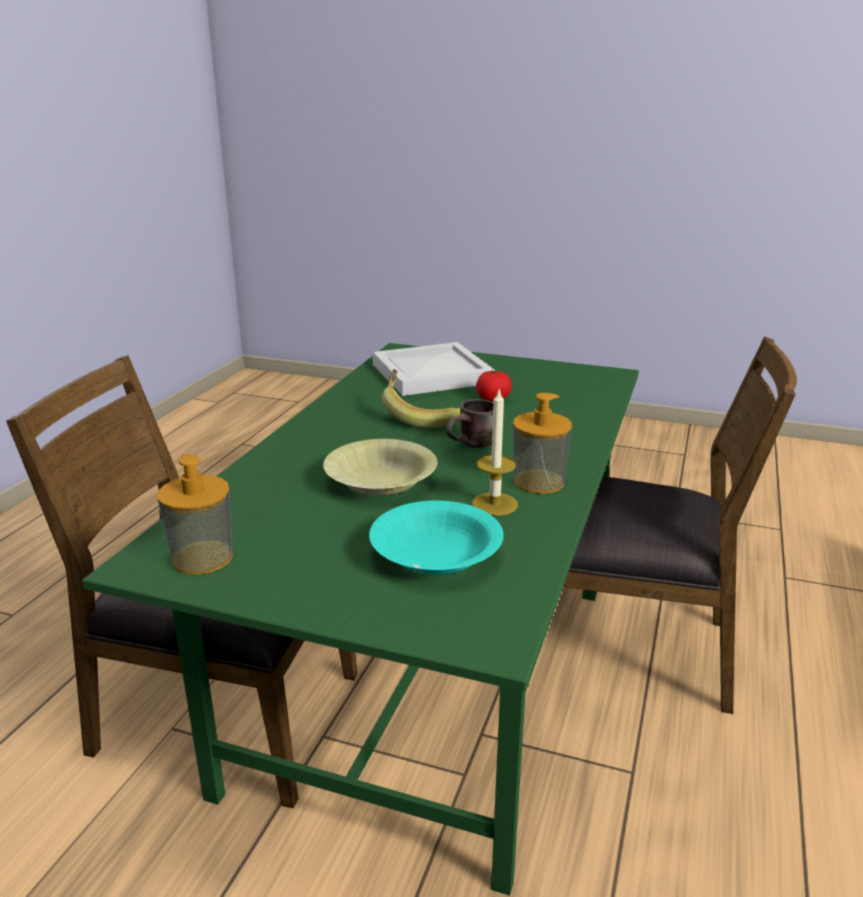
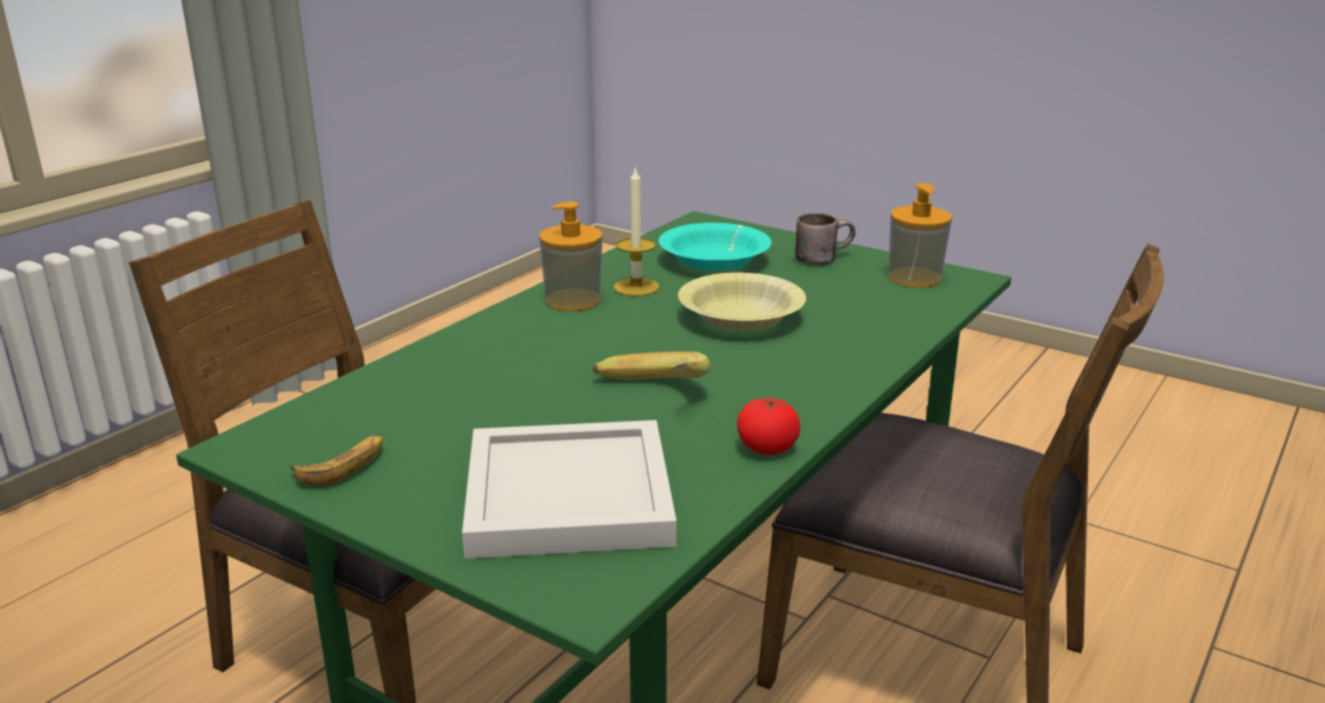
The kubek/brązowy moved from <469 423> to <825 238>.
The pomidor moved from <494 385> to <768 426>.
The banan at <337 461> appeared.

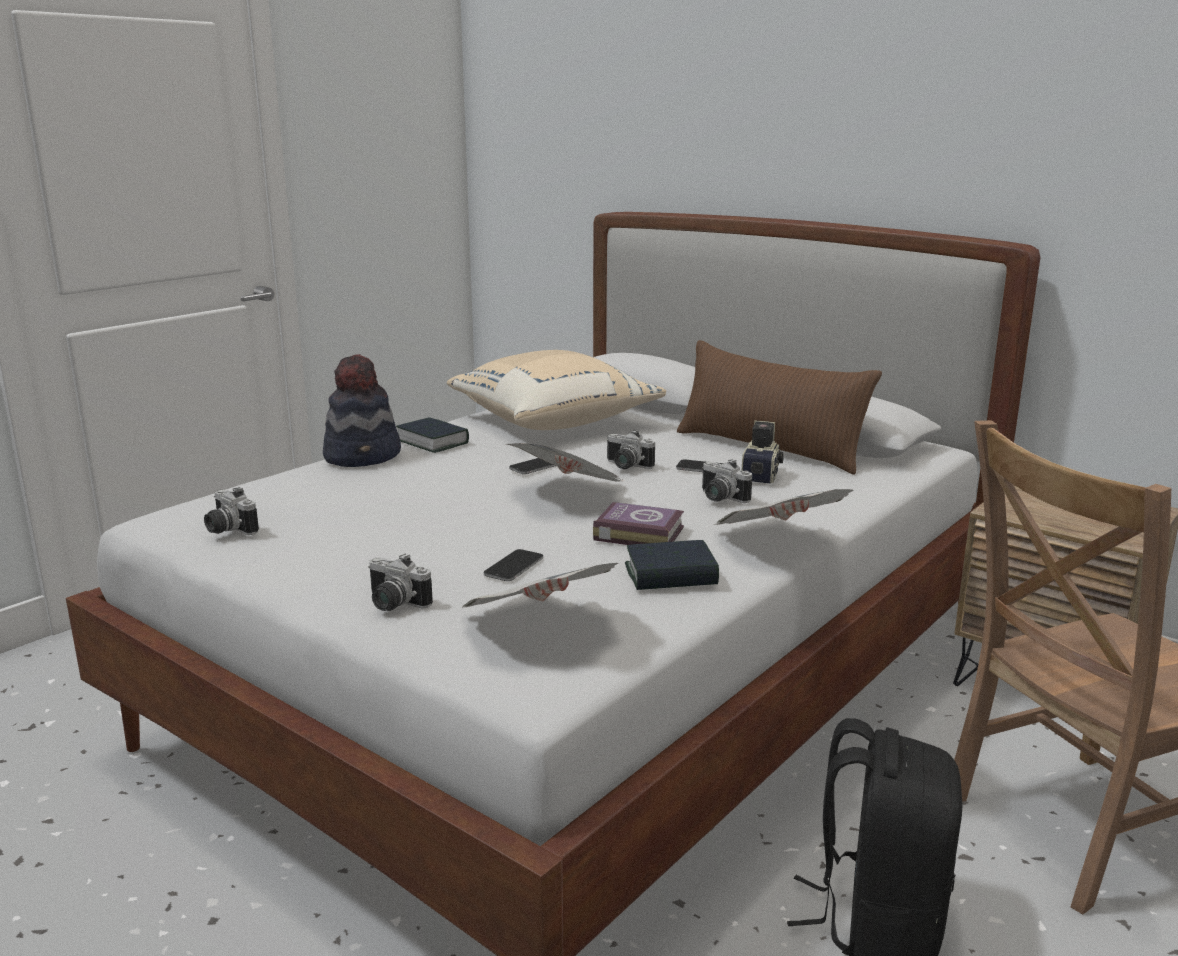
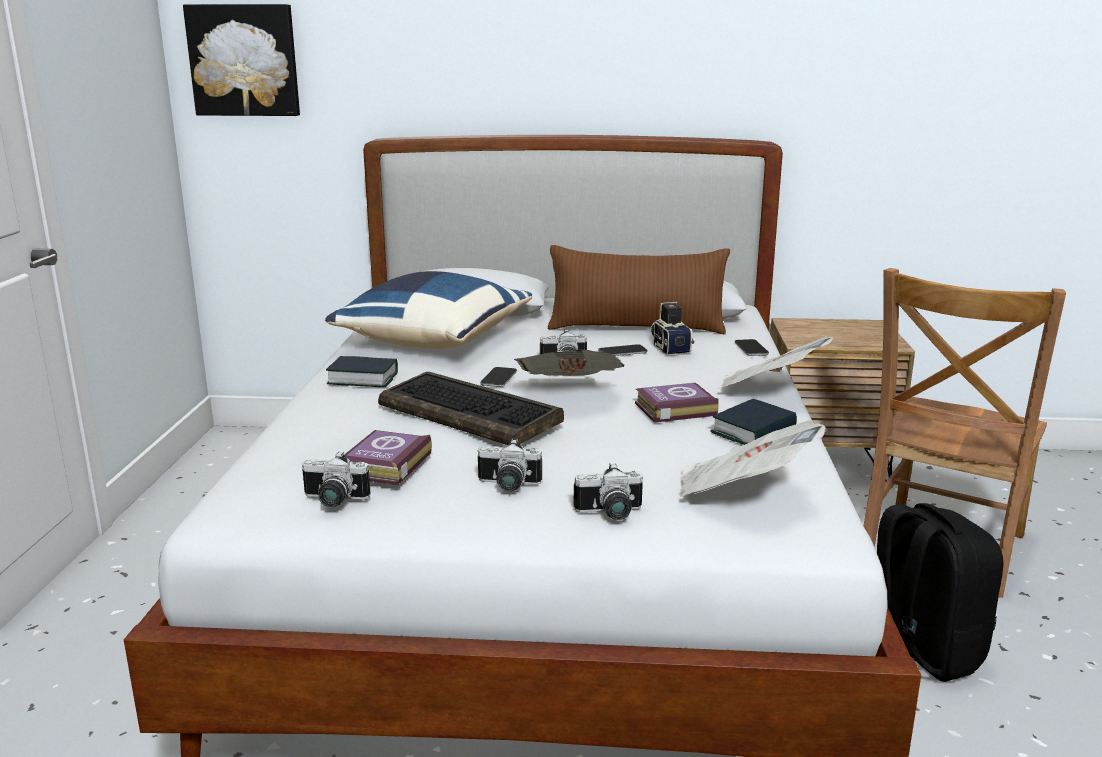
The kapelusz at <362 410> disappeared.
The poduszka/beżowy at <556 390> became the poduszka/niebieski at <428 310>.
The telefon moved from <513 565> to <752 347>.
The aparat fotograficzny moved from <727 481> to <510 465>.
The obraz at <241 60> appeared.
The książka at <388 457> appeared.
The klawiatura at <471 408> appeared.

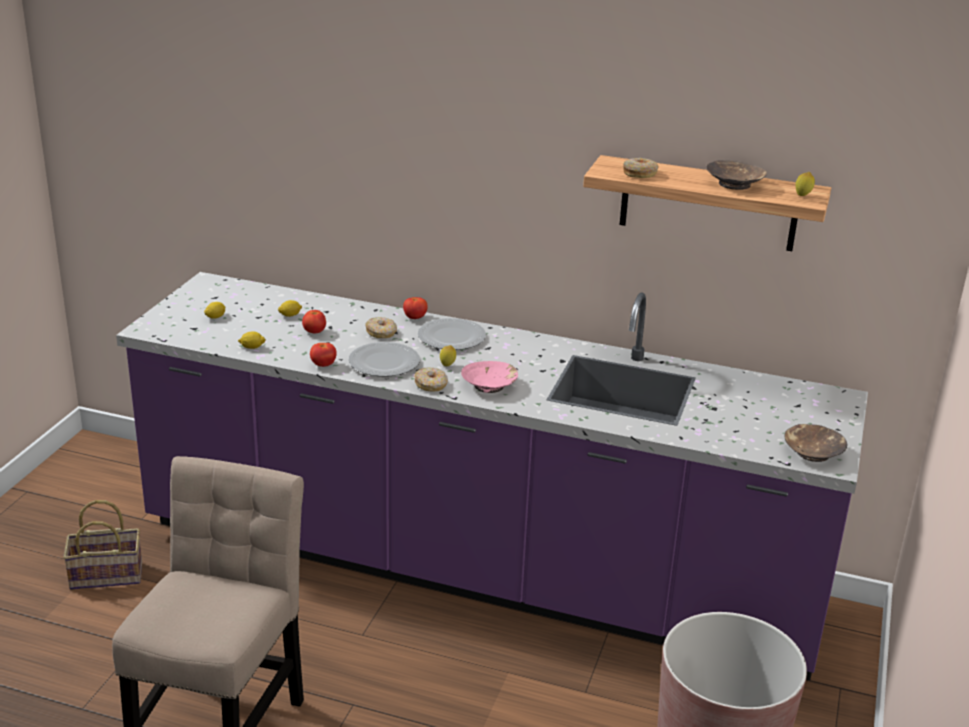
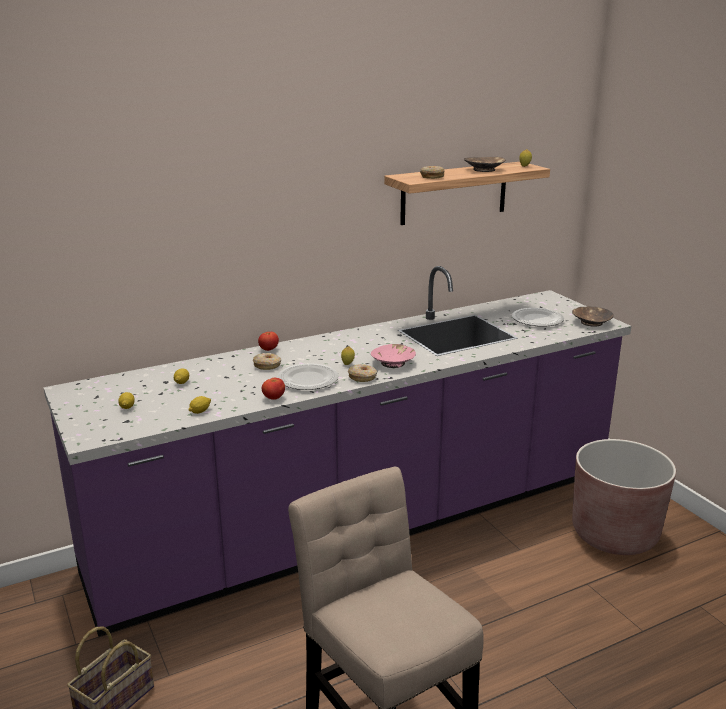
The pomidor at <314 321> disappeared.
The talerz moved from <452 334> to <538 317>.

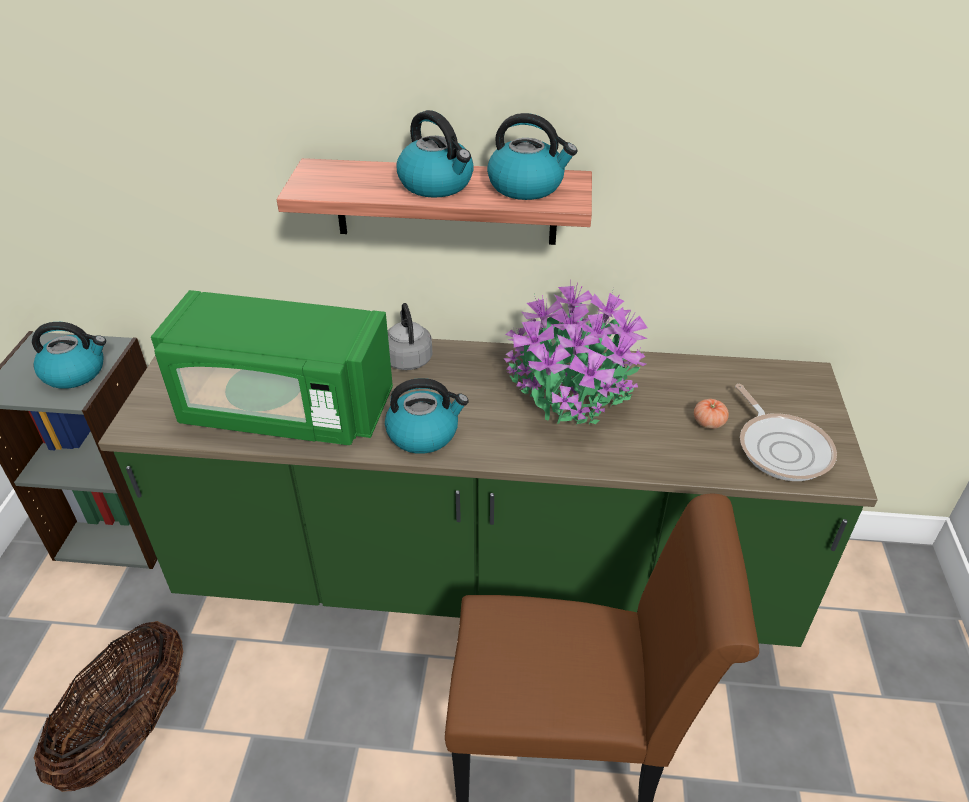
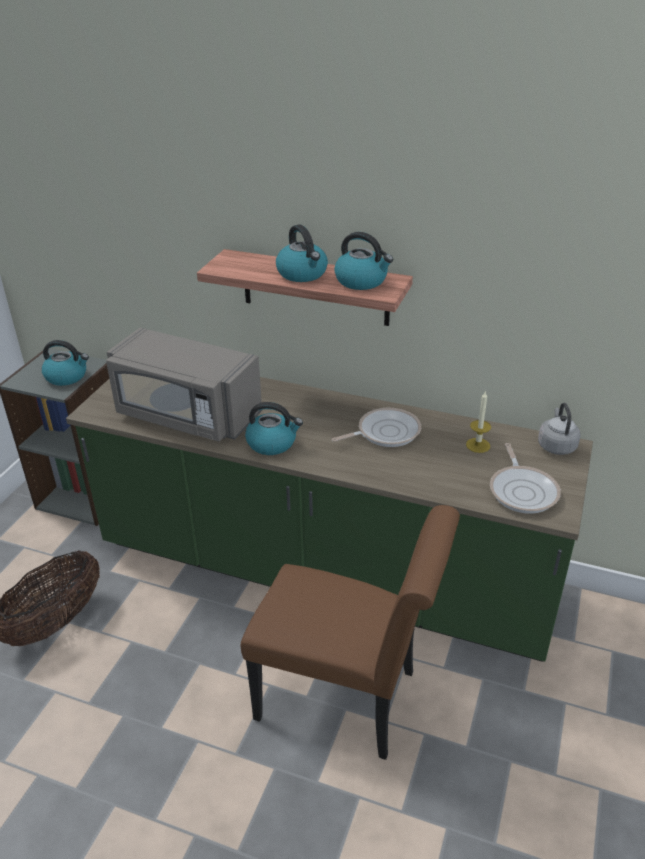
The mikrofalówka/zielony at <272 367> became the mikrofalówka/szary at <184 384>.
The czajnik/szary moved from <410 336> to <559 429>.
The roślina doniczkowa at <575 352> was replaced by the patelnia at <376 427>.
The pomidor at <711 414> disappeared.
The świeca at <478 422> appeared.

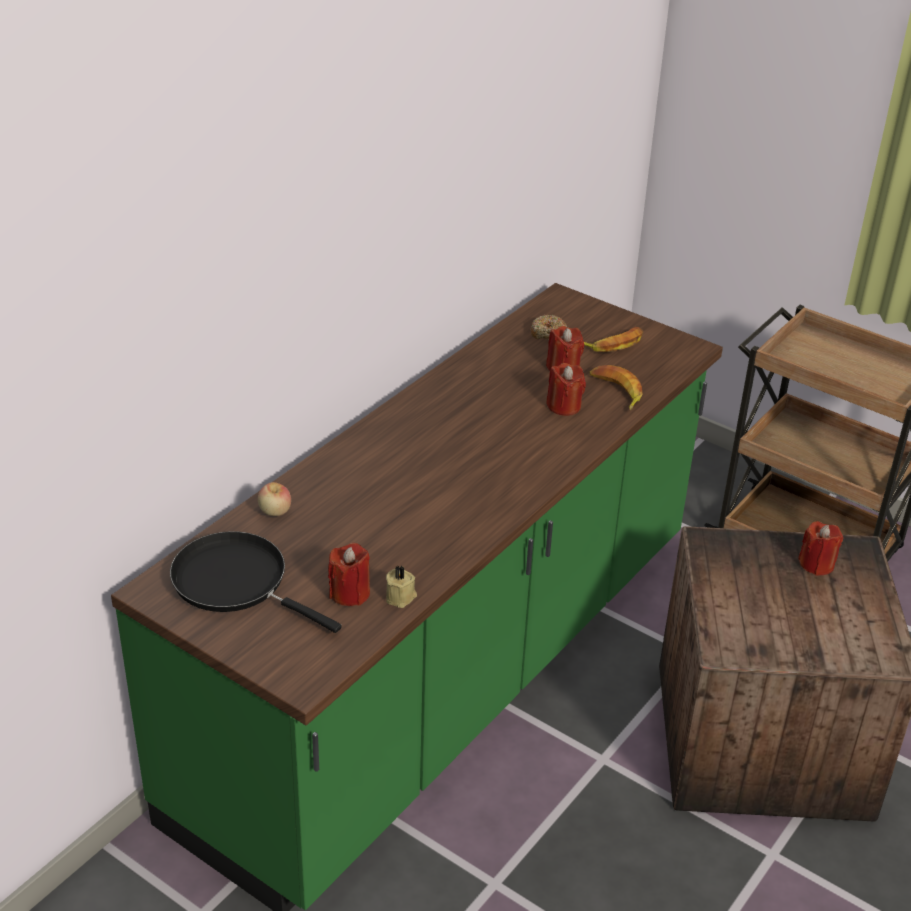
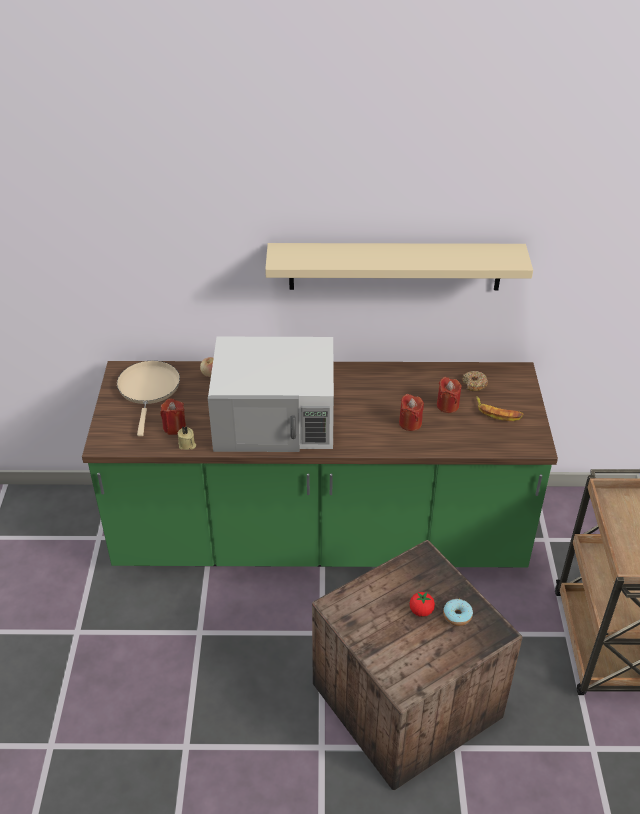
The patelnia/czarny at <256 582> became the patelnia/beżowy at <148 398>.
The banan at <615 387> disappeared.
The świeca/czerwony at <820 548> was replaced by the donut at <458 612>.
The mikrofalówka/biały at <271 394> appeared.
The półka/beżowy at <399 266> appeared.
The pomidor at <422 604> appeared.

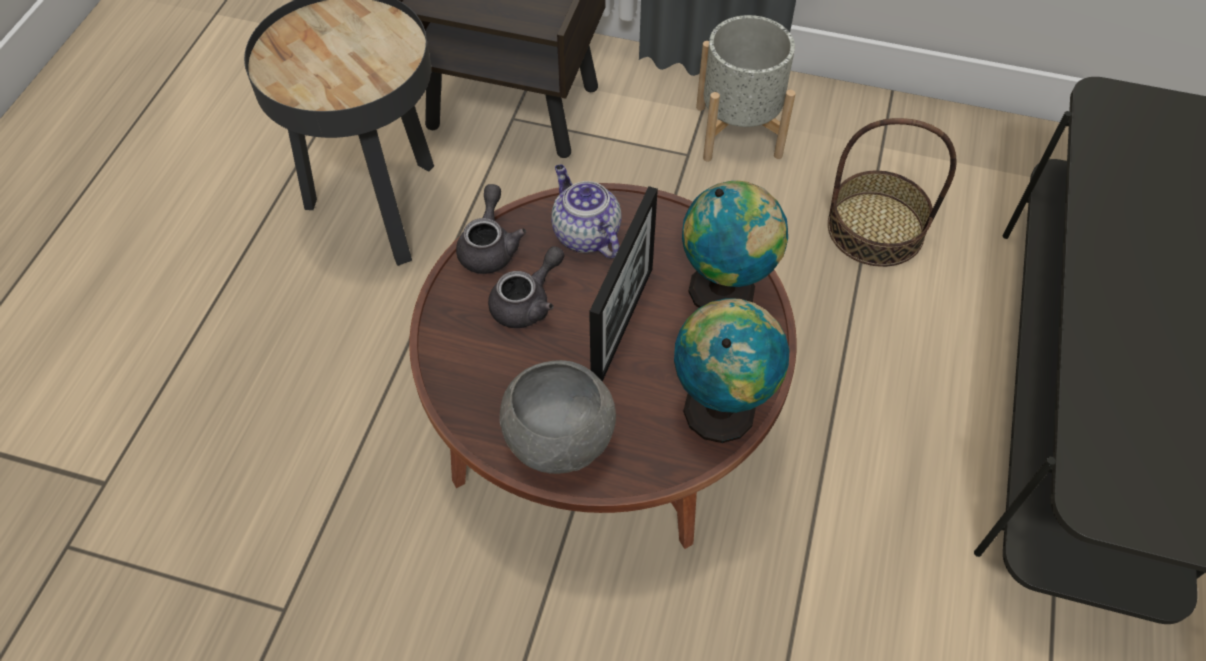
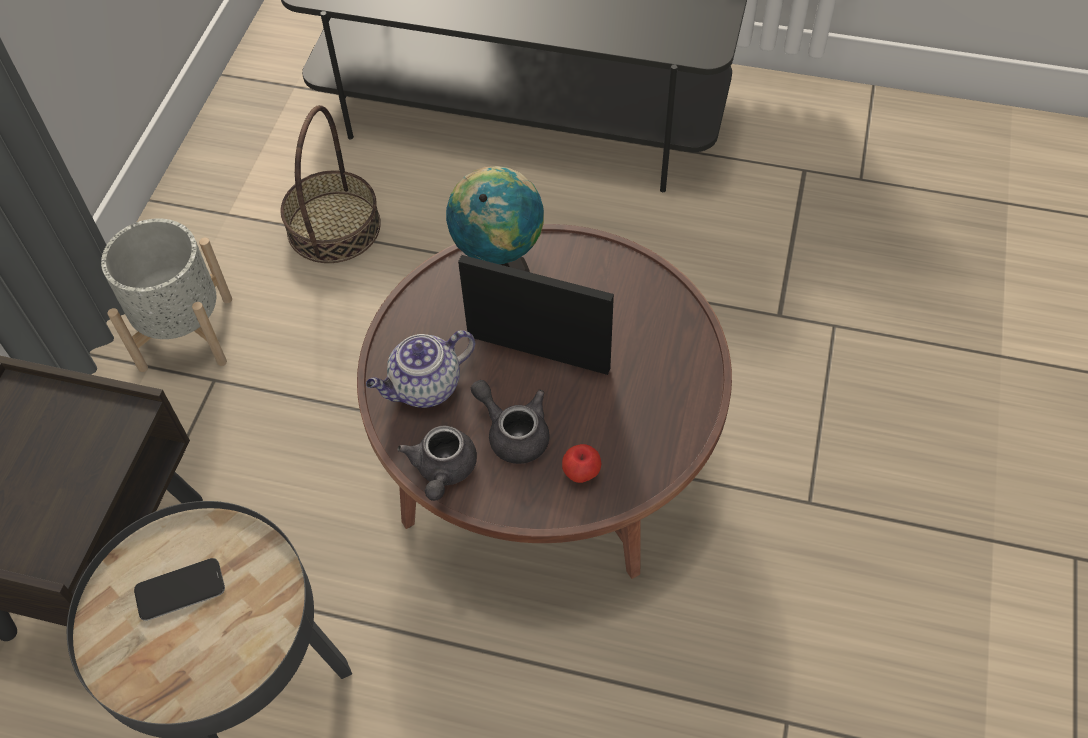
The imbryk/szary at <491 229> turned 90 degrees counterclockwise.
The miska/szary at <558 417> disappeared.
The globus at <732 370> disappeared.
The telefon at <179 589> appeared.
The jabłko at <582 463> appeared.

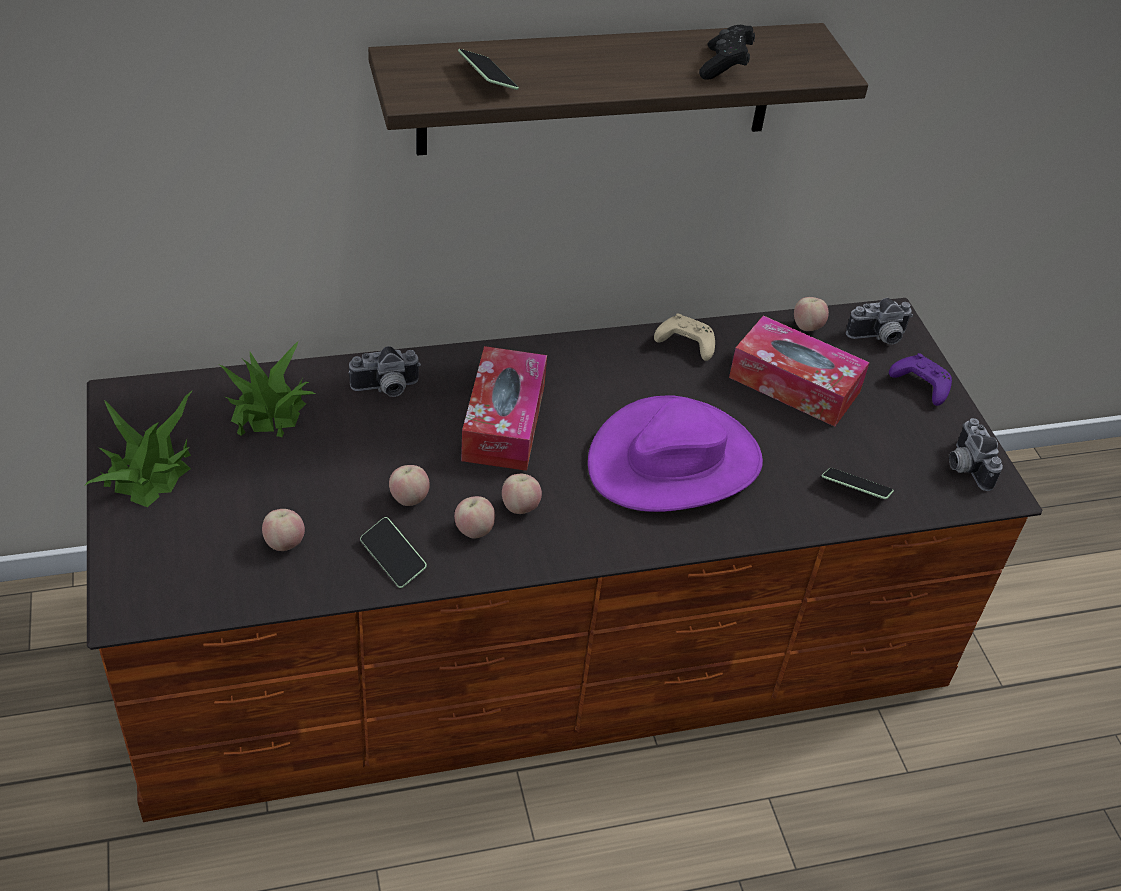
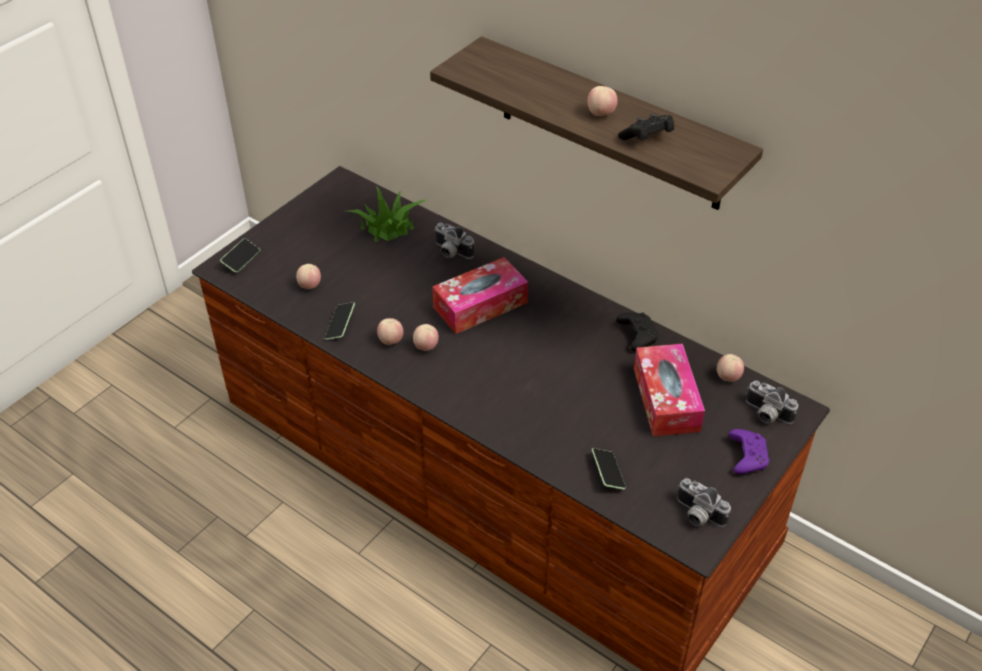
The roślina doniczkowa at <138 448> disappeared.
The jabłko moved from <409 485> to <603 101>.
The telefon moved from <488 69> to <240 256>.
The kapelusz/fioletowy at <675 453> disappeared.
The pad do gier/beżowy at <684 337> became the pad do gier/czarny at <637 331>.
The aparat fotograficzny at <976 454> turned 90 degrees counterclockwise.

